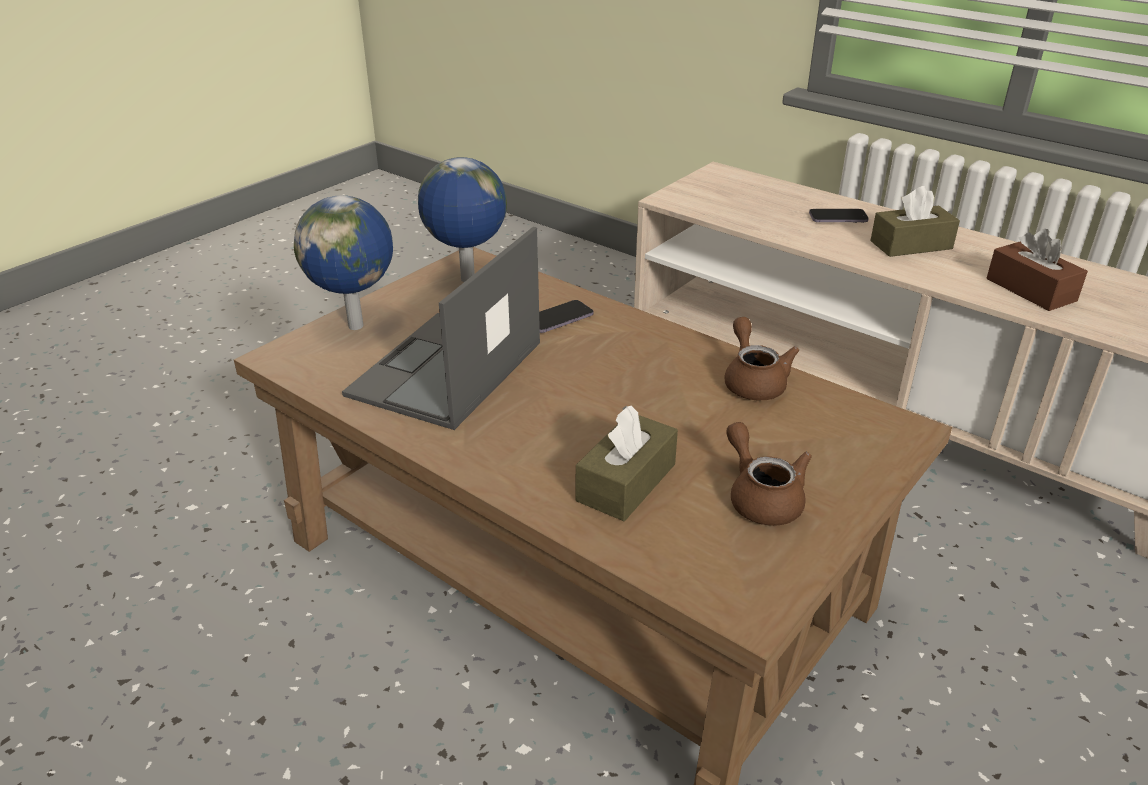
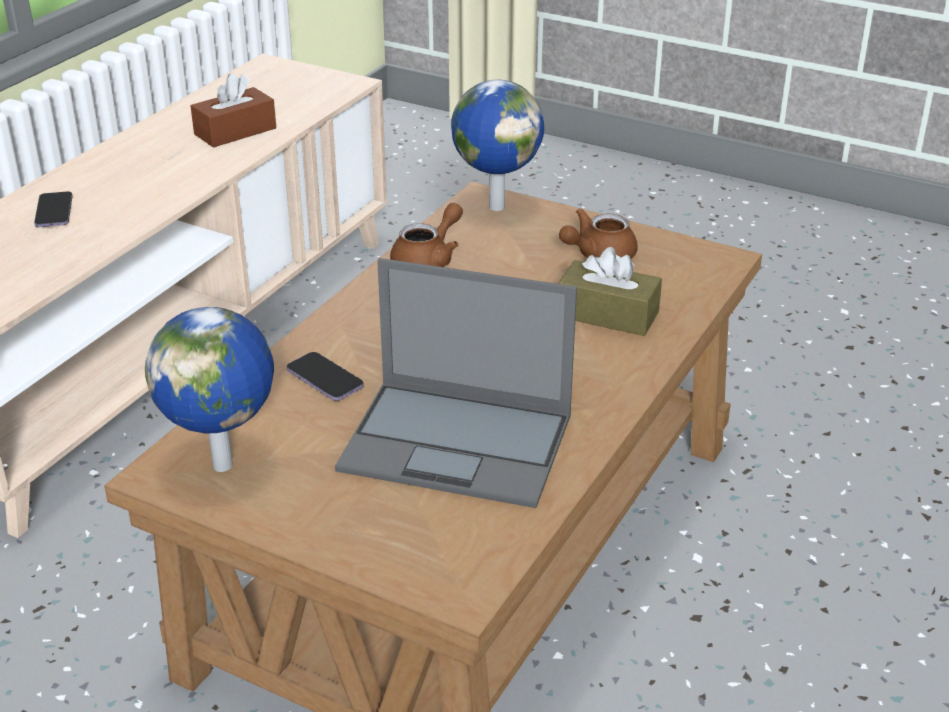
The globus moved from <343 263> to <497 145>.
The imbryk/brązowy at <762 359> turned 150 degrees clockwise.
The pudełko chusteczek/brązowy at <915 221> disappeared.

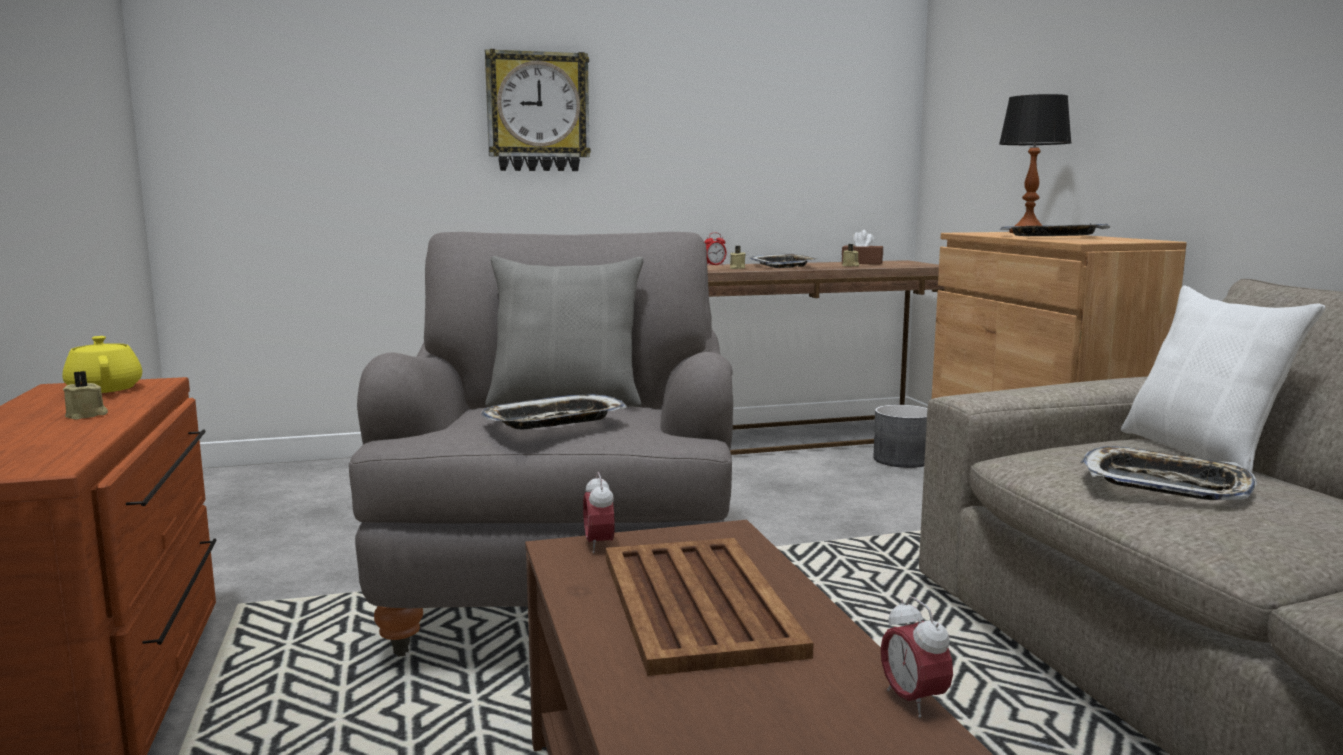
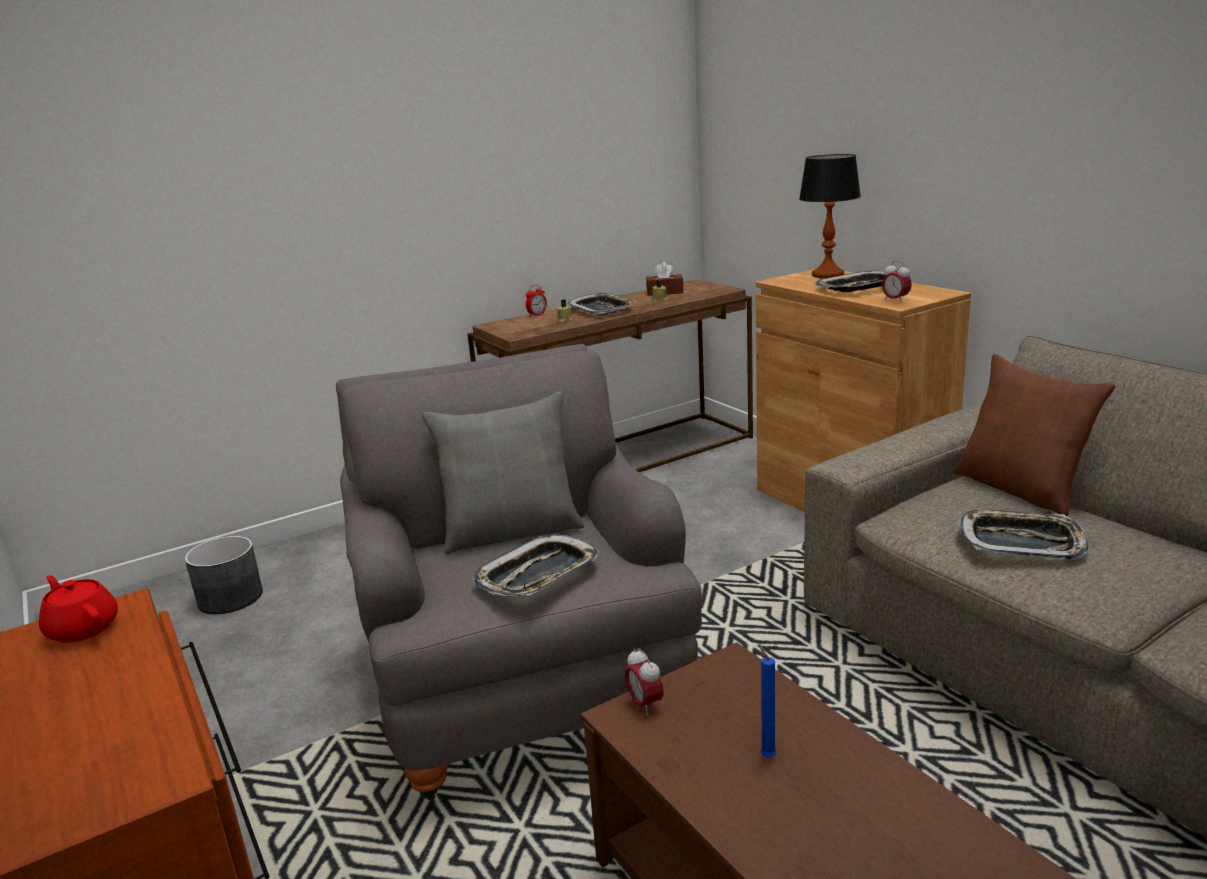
The imbryk/żółty at <102 364> became the imbryk/czerwony at <78 609>.
The świeca/beżowy at <85 395> disappeared.
The zegar ścienny at <538 110> disappeared.
The taca/brązowy at <710 607> was replaced by the świeca/niebieski at <767 700>.
The donica/szary moved from <900 436> to <224 575>.
The budzik moved from <917 657> to <897 282>.
The poduszka/biały at <1223 379> became the poduszka/brązowy at <1034 435>.

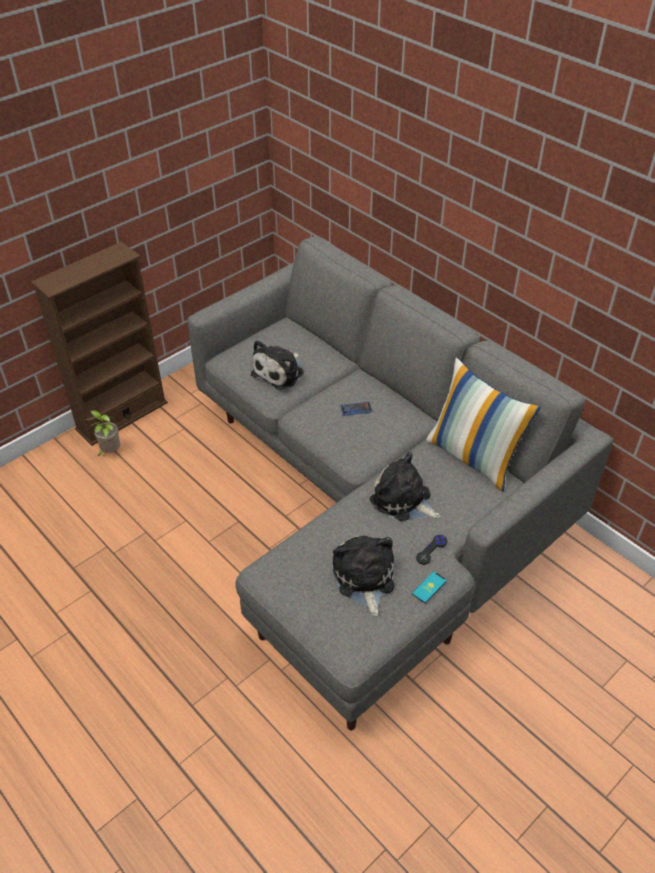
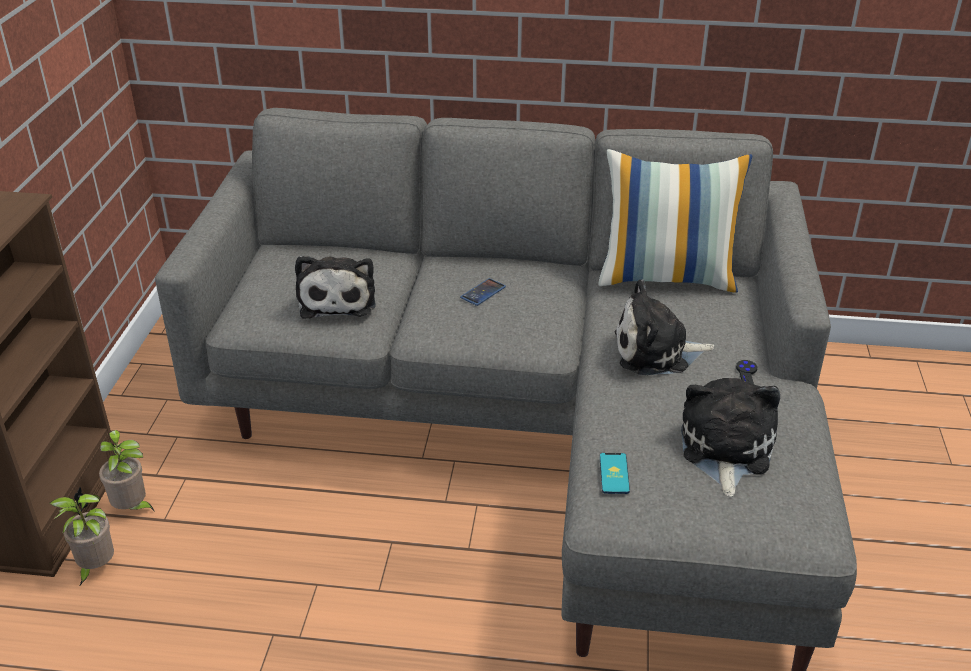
The pluszak at <363 575> turned 60 degrees clockwise.
The telefon moved from <429 587> to <615 473>.
The roślina doniczkowa at <127 471> appeared.

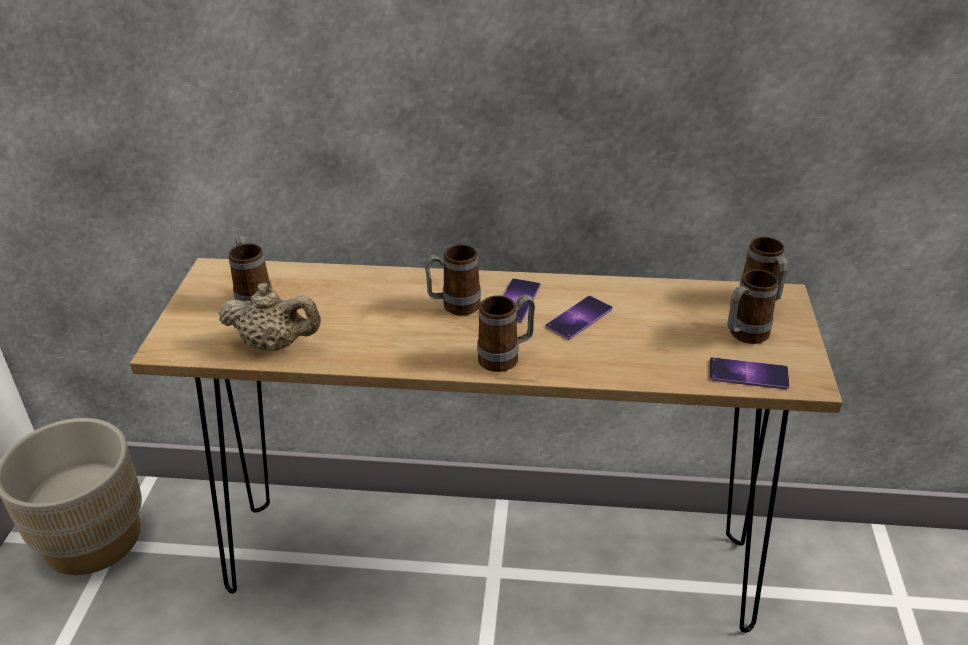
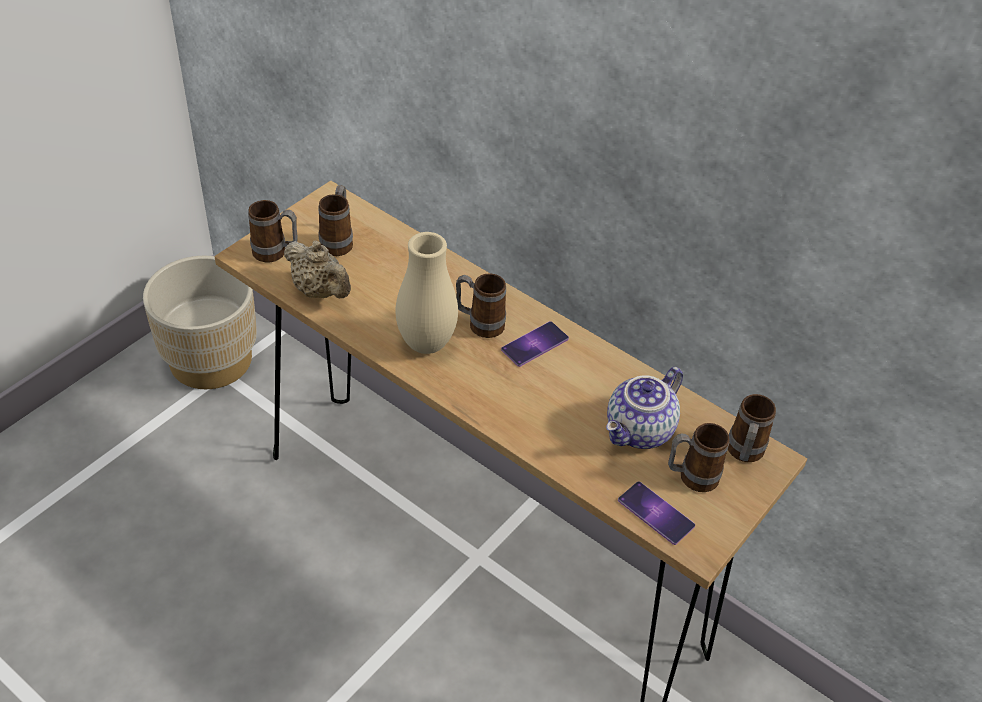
The kubek moved from <506 333> to <273 231>.
The telefon at <579 318> disappeared.
The wazon/beżowy at <427 293> appeared.
The imbryk at <644 408> appeared.

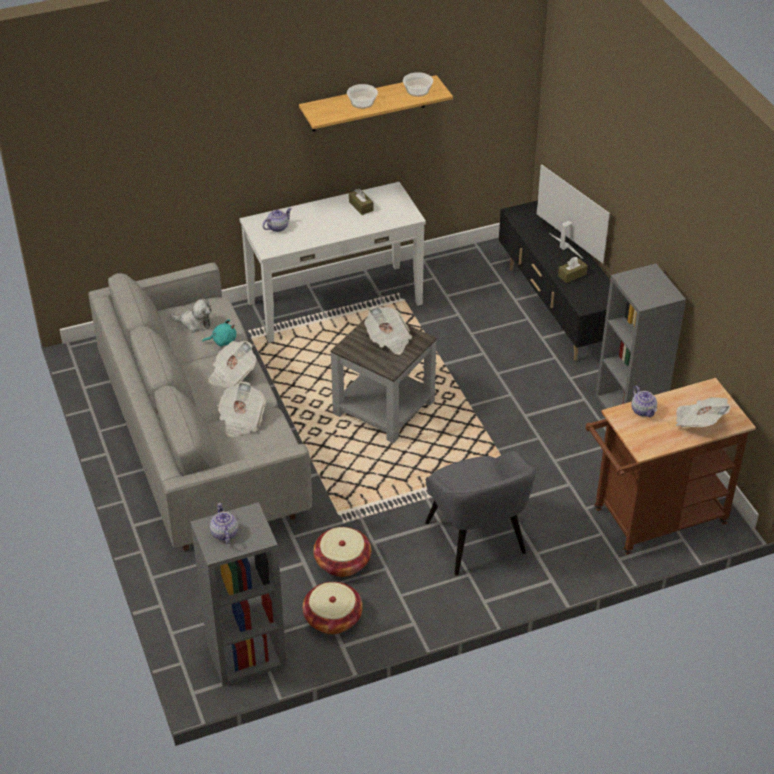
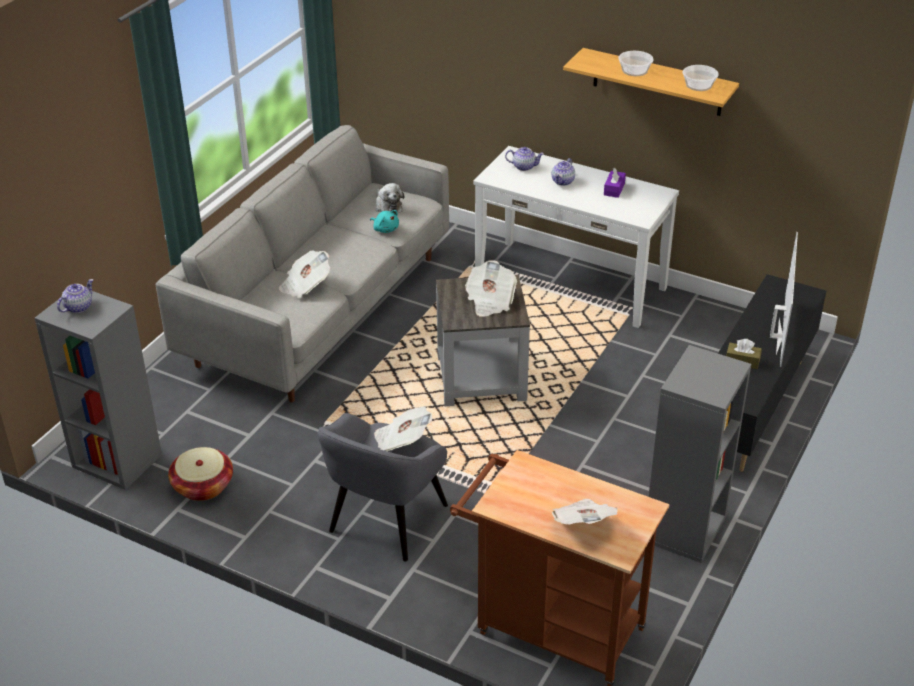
The gazeta moved from <232 364> to <403 428>.
The koszyk at <342 552> disappeared.
The pudełko chusteczek/brązowy at <361 202> became the pudełko chusteczek/fioletowy at <615 183>.
The imbryk moved from <644 402> to <563 172>.

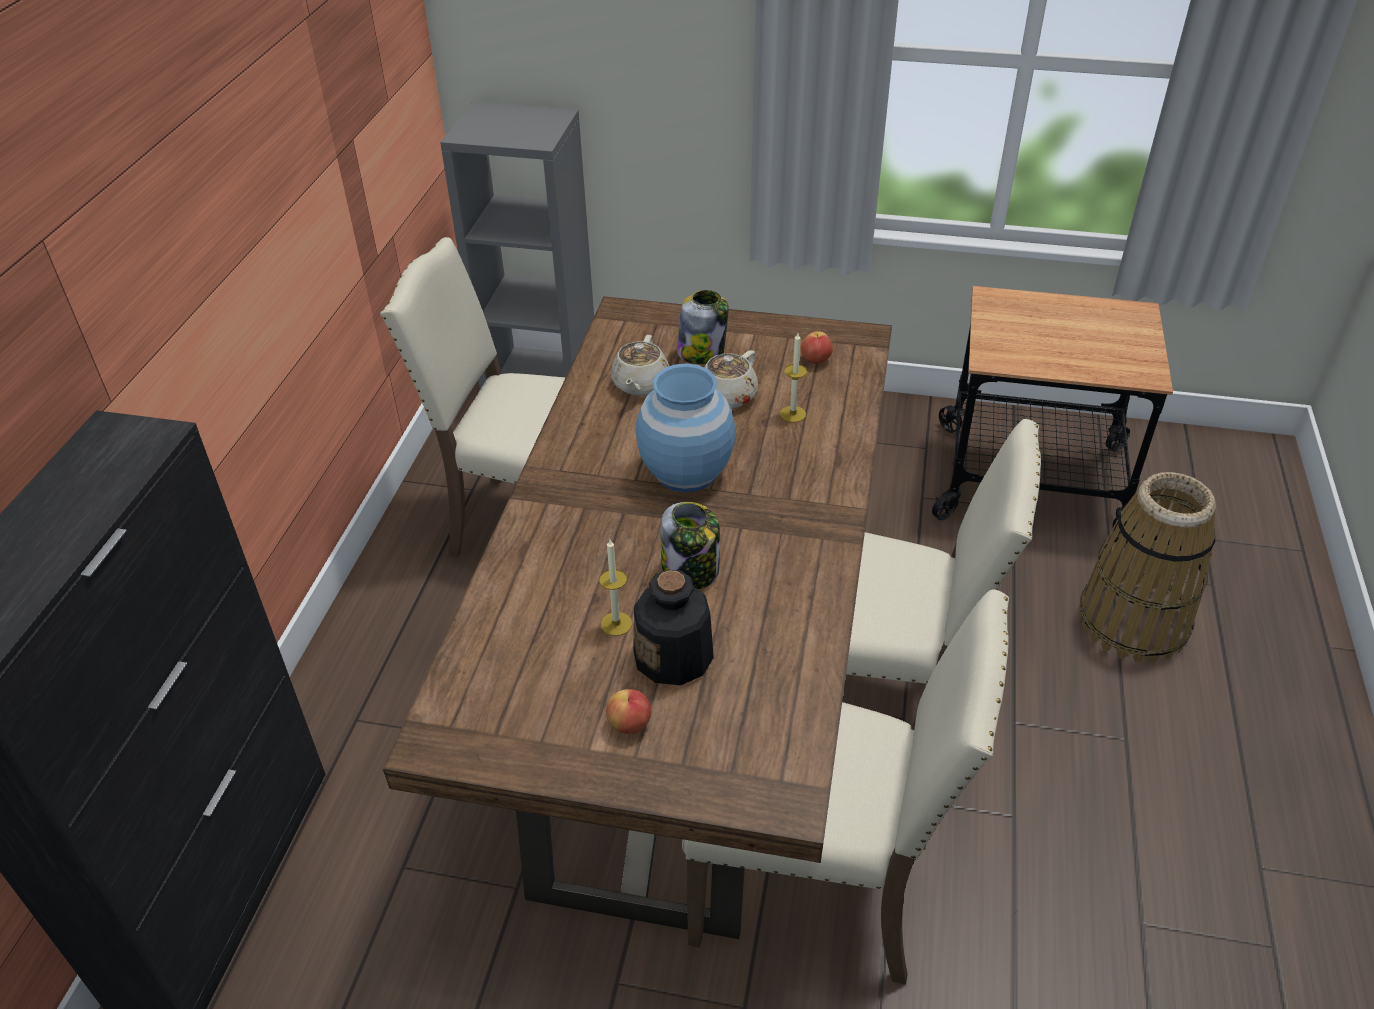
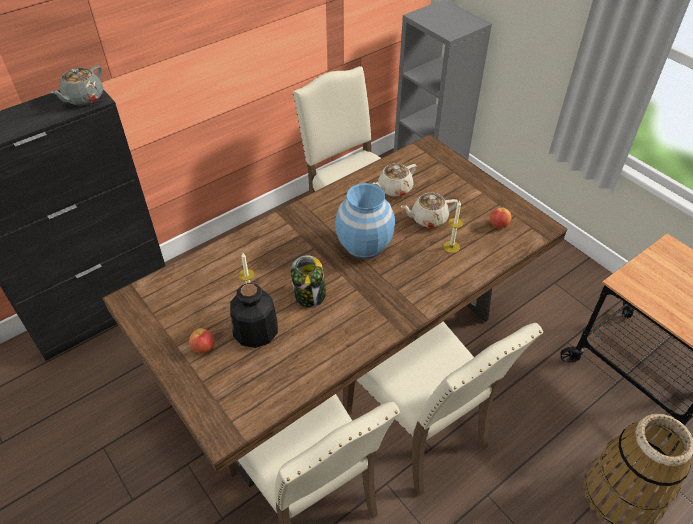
The słoik at <703 327> disappeared.
The imbryk/szary at <76 86> appeared.

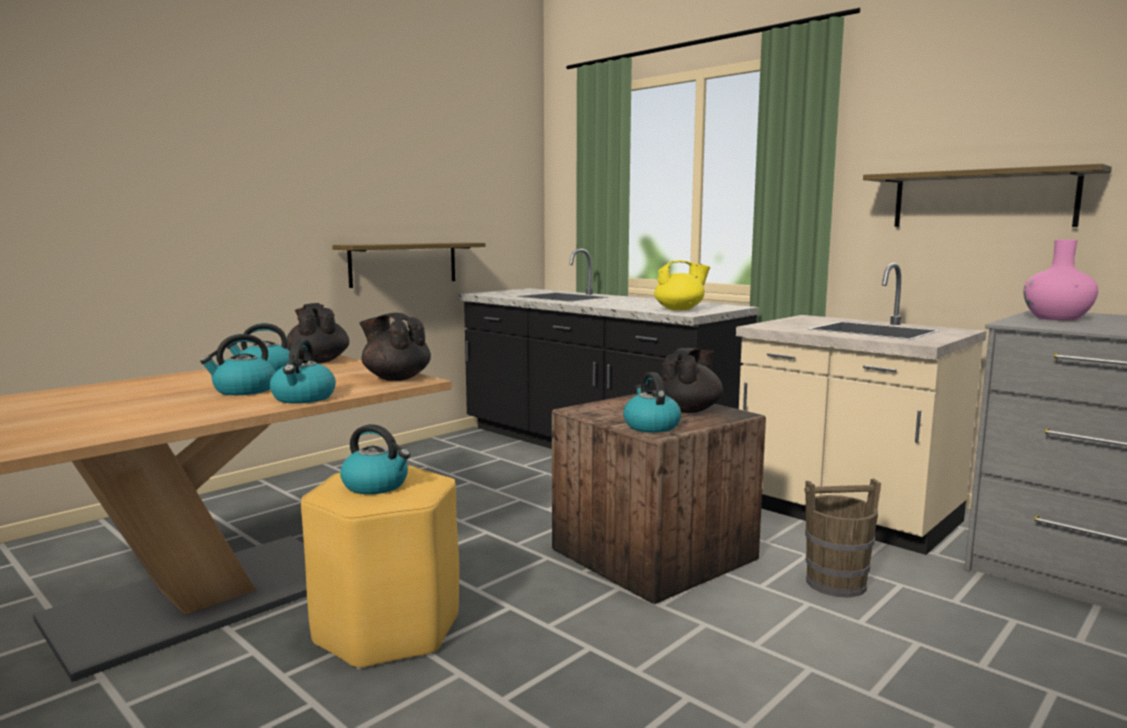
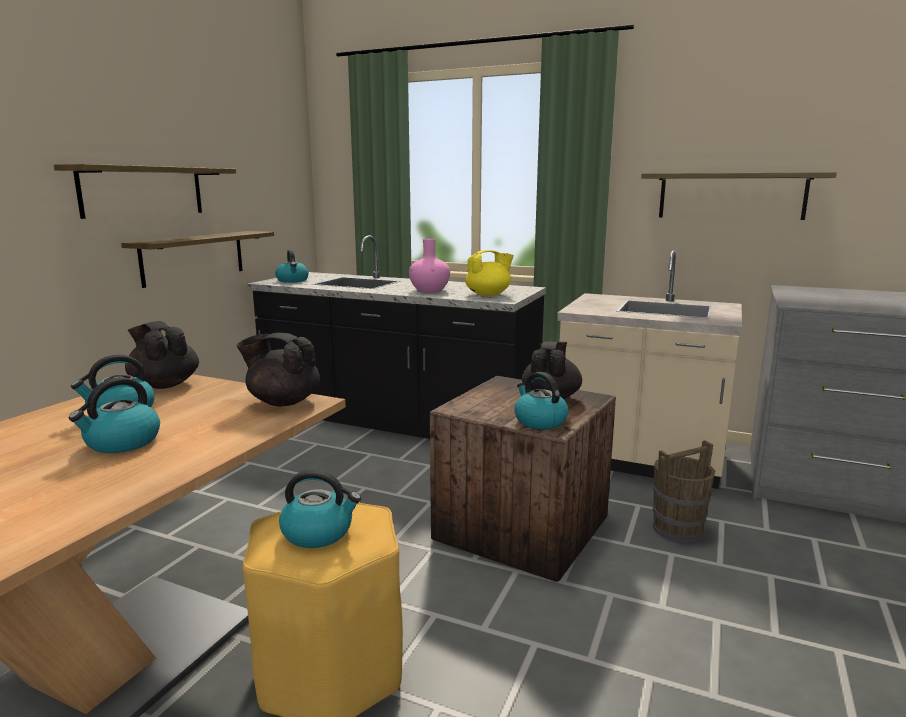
The czajnik moved from <303 371> to <292 266>.
The wazon/różowy moved from <1060 280> to <429 265>.
The półka at <145 191> appeared.

